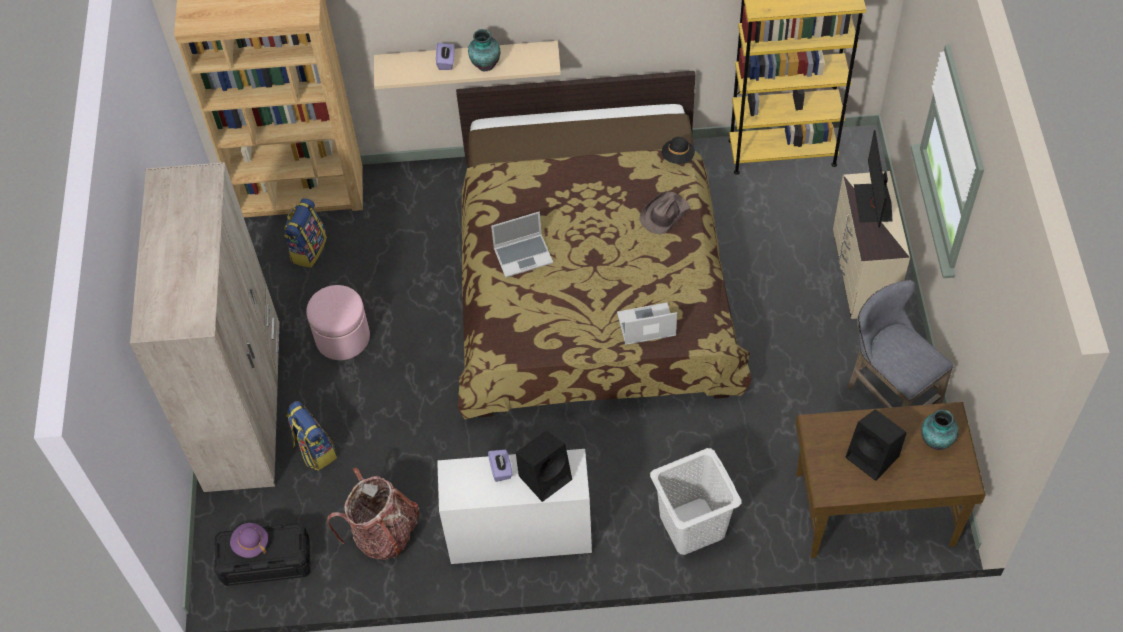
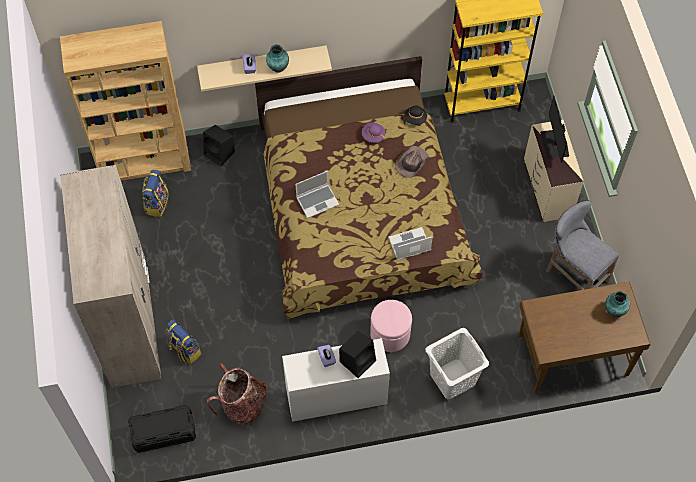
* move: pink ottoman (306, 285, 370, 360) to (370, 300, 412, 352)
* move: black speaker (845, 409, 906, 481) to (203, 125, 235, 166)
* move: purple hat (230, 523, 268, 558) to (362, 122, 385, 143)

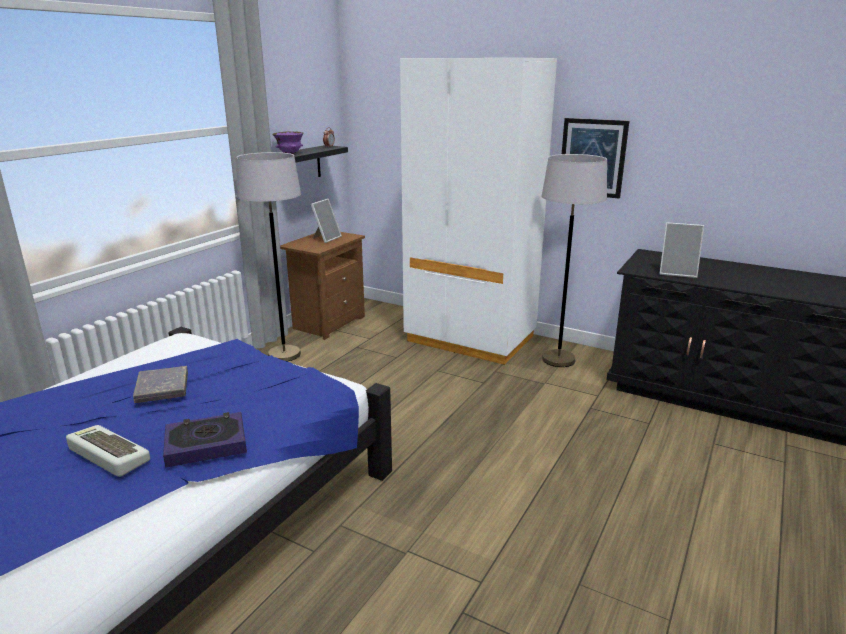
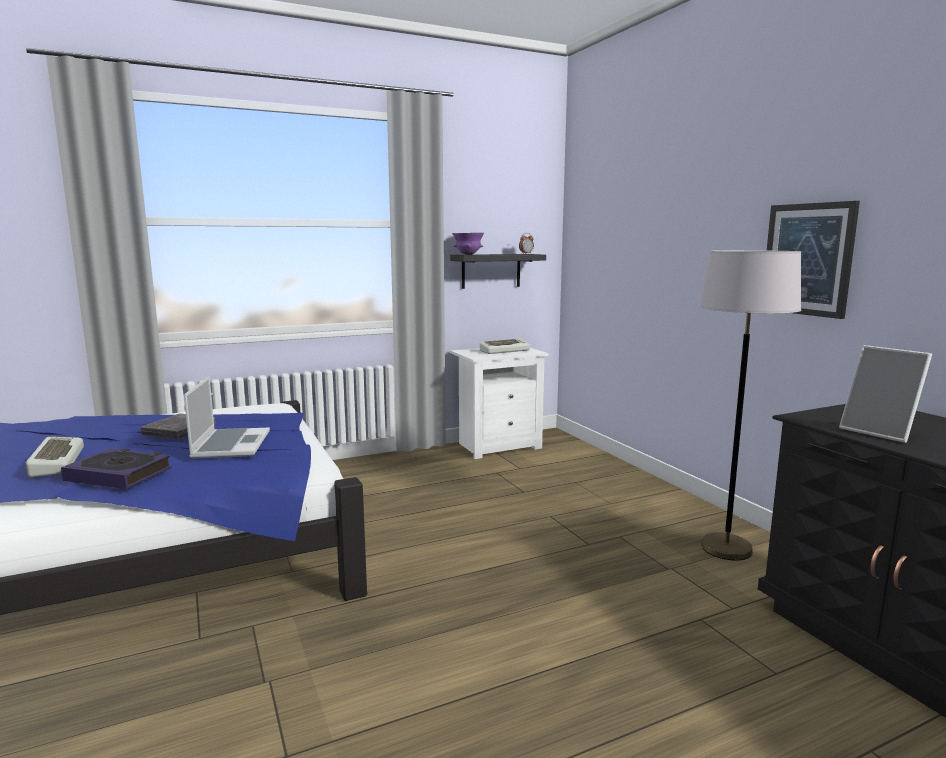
* delete: white wardrobe (400, 58, 557, 365)
* delete: grey floor lamp (236, 152, 301, 361)
* replace: picture frame (311, 199, 342, 243) to keyboard (480, 339, 530, 354)
* recolor: brown nightstand (280, 232, 365, 340) to white nightstand (450, 348, 549, 459)
* insert: laptop (184, 376, 270, 459)

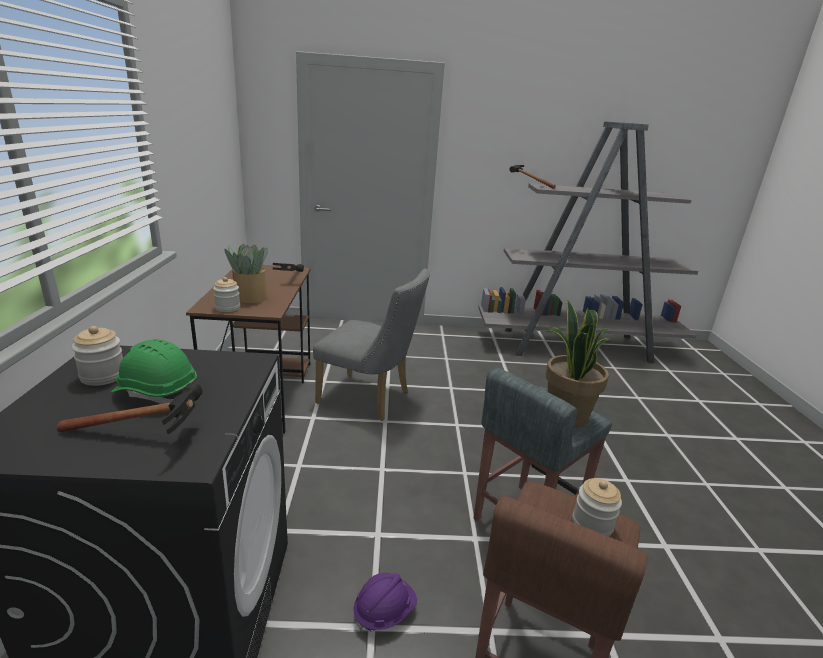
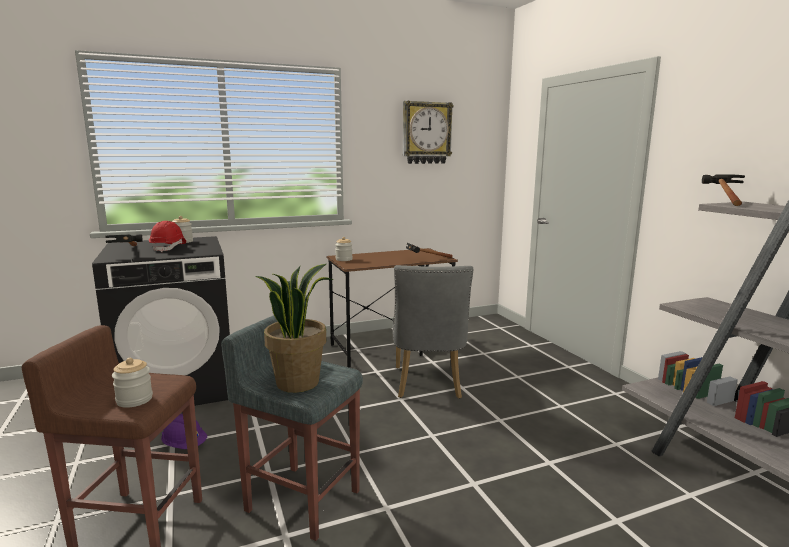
* delete: potted plant (225, 244, 268, 303)
* recolor: green hard hat (111, 340, 197, 404) to red hard hat (149, 221, 186, 252)
* insert: wall clock (403, 101, 454, 164)

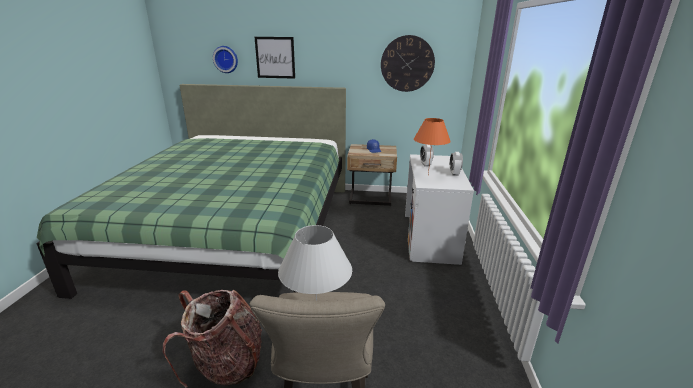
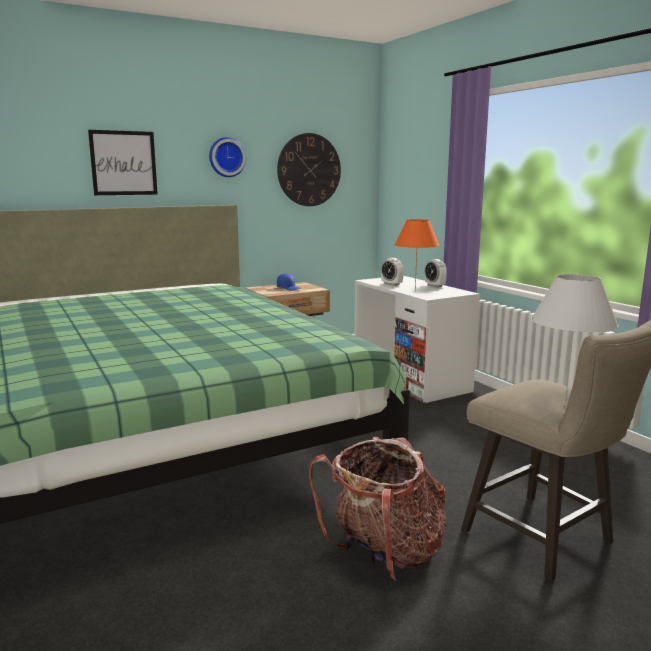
* move: wall clock (213, 46, 238, 73) to (209, 137, 246, 177)

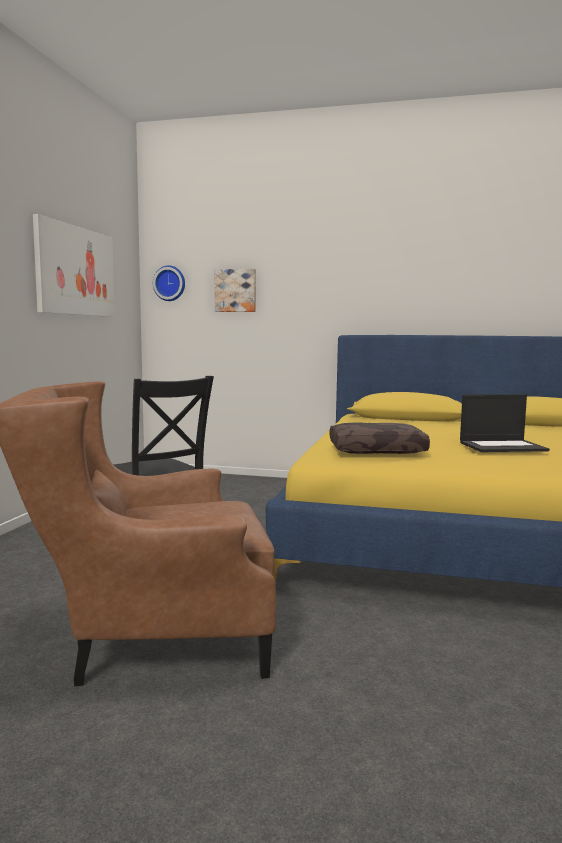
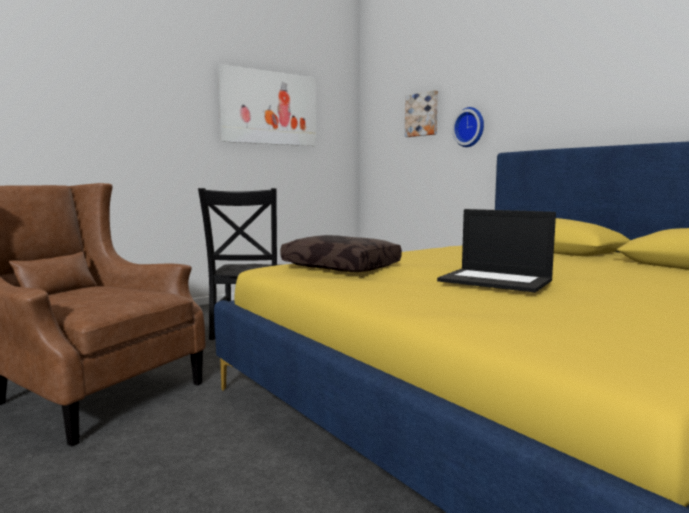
* move: wall clock (153, 266, 185, 301) to (452, 107, 484, 147)

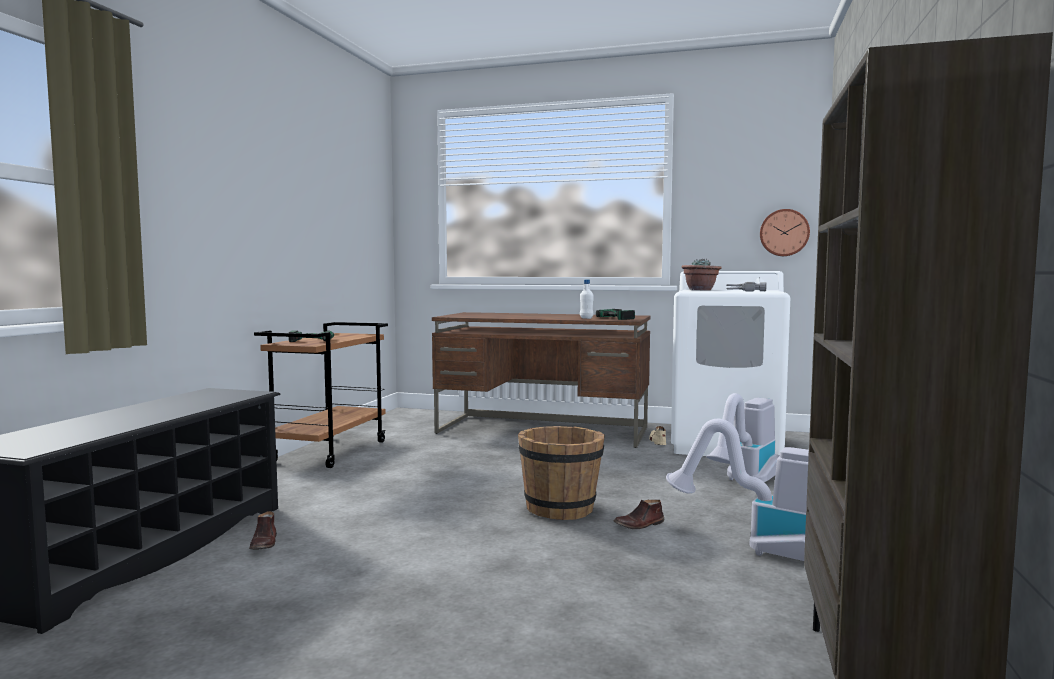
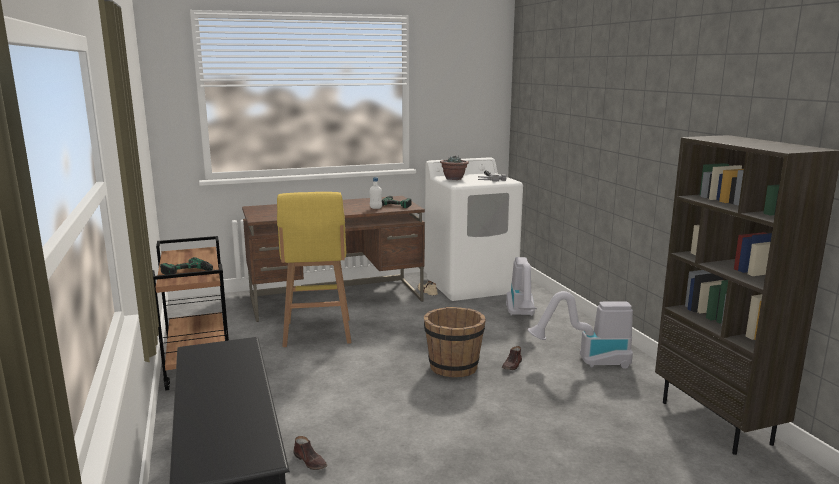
* delete: wall clock (760, 209, 810, 256)
* insert: yellow stool (277, 192, 351, 347)

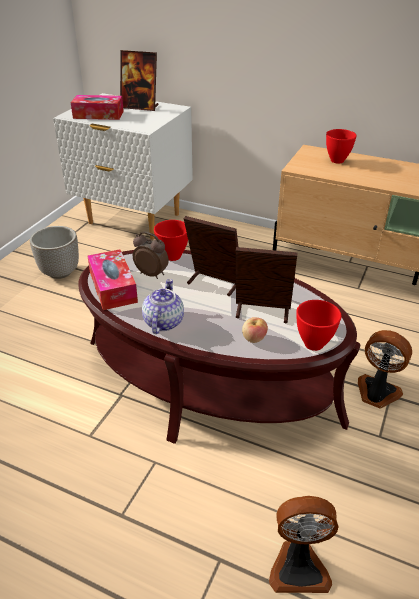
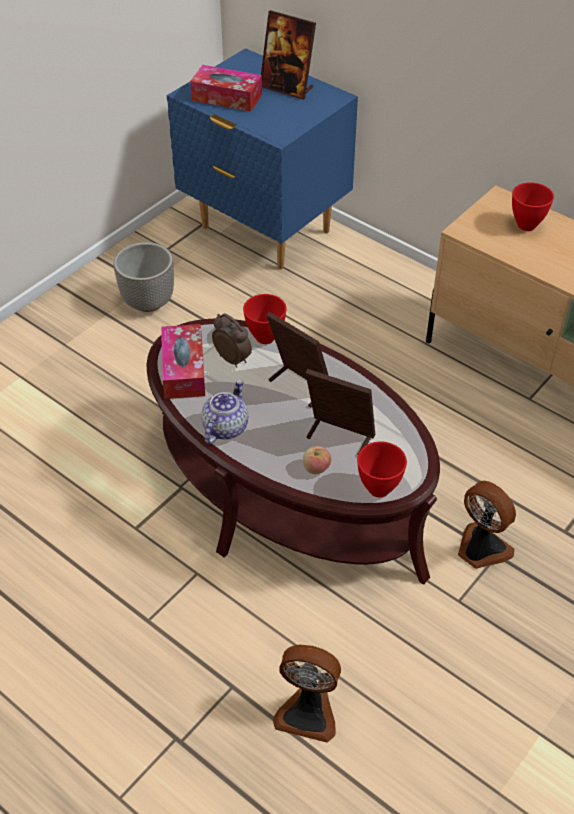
* recolor: white nightstand (53, 93, 193, 239) to blue nightstand (167, 48, 358, 269)

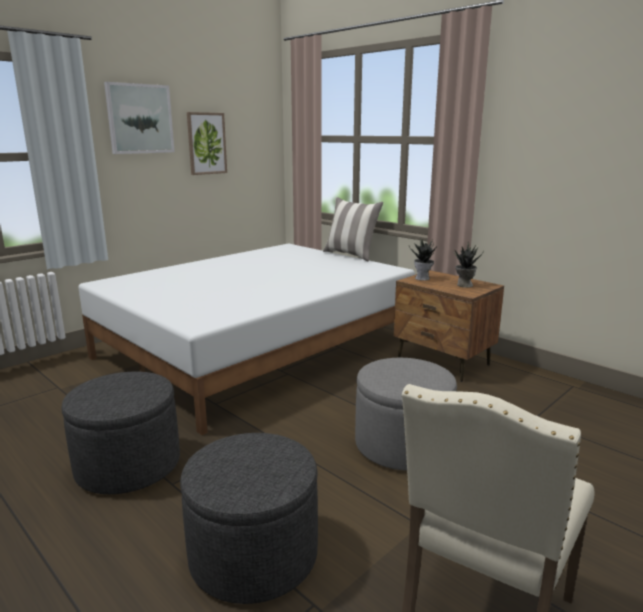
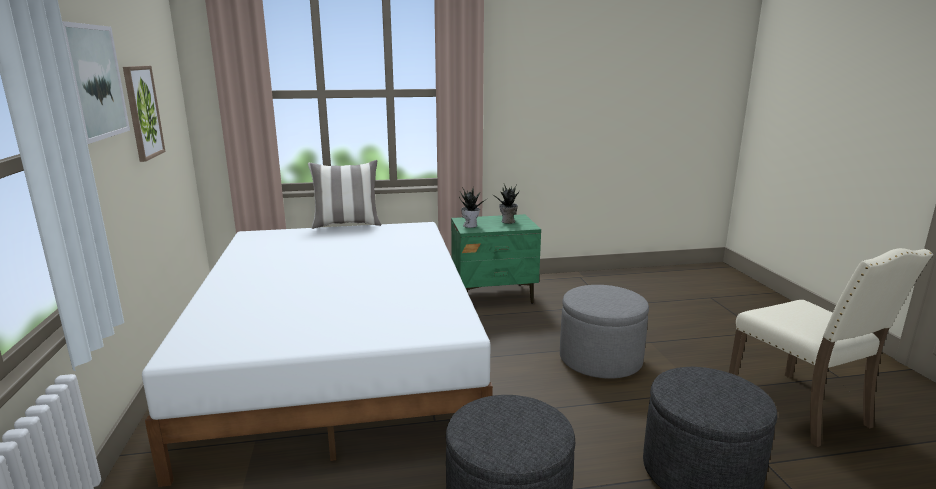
* recolor: brown nightstand (394, 270, 504, 382) to green nightstand (451, 214, 541, 304)

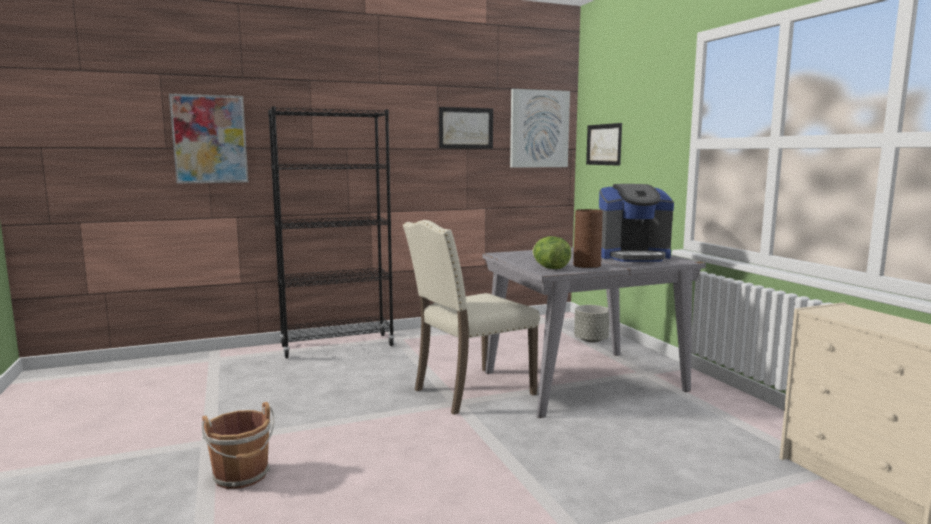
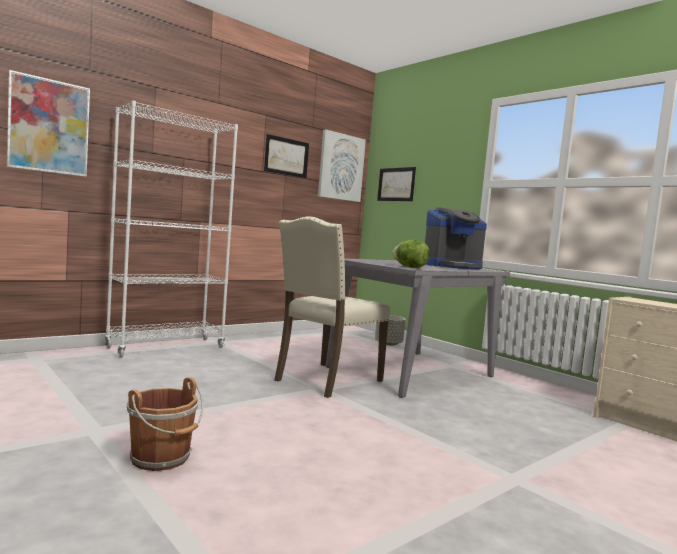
* recolor: black bookcase (268, 106, 395, 358) to white bookcase (105, 100, 238, 358)
* delete: brown vase (573, 209, 603, 268)

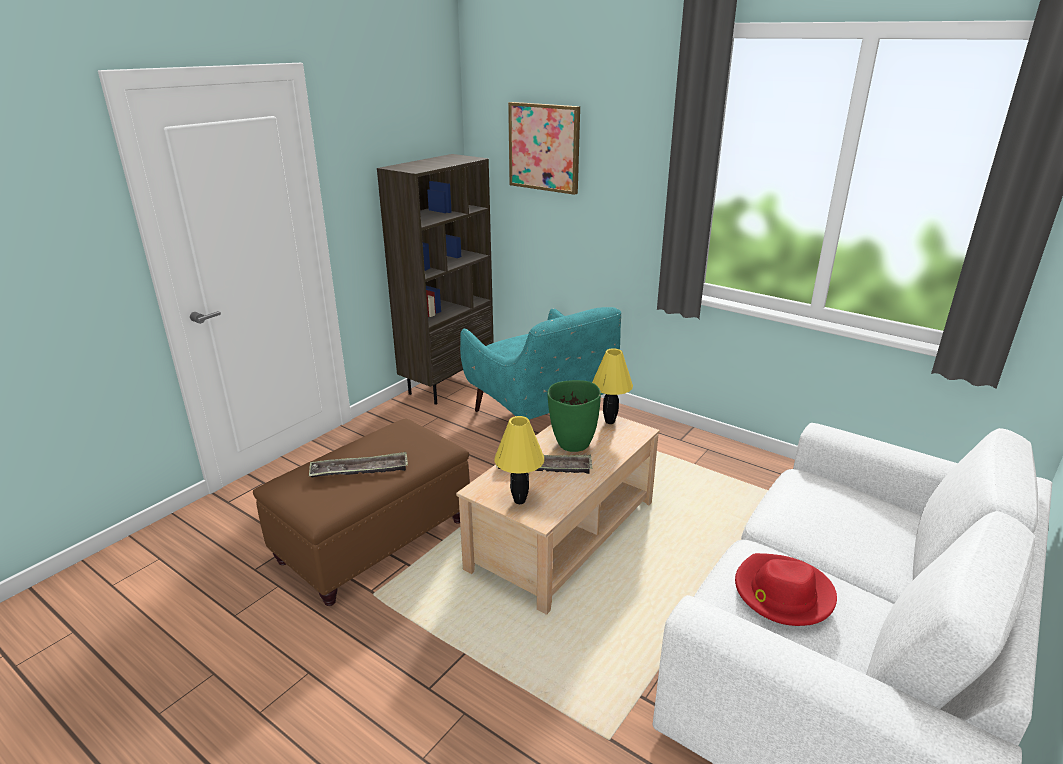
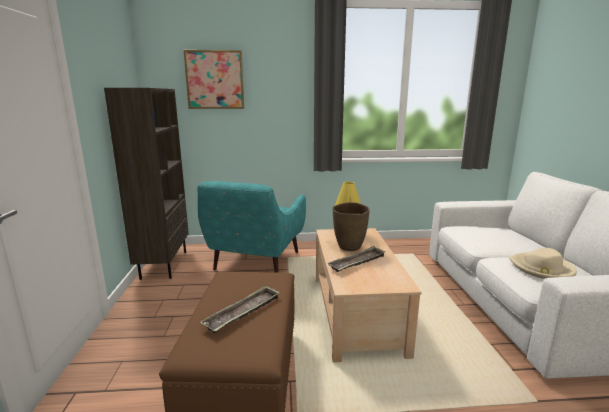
* rotate: turquoise armchair (460, 307, 621, 420) = (198, 181, 306, 273) 90 degrees clockwise
* recolor: green vase (547, 380, 601, 452) to brown vase (333, 202, 370, 251)
* delete: yellow table lamp (494, 416, 544, 504)
* recolor: red hat (735, 553, 837, 626) to beige hat (509, 248, 577, 279)

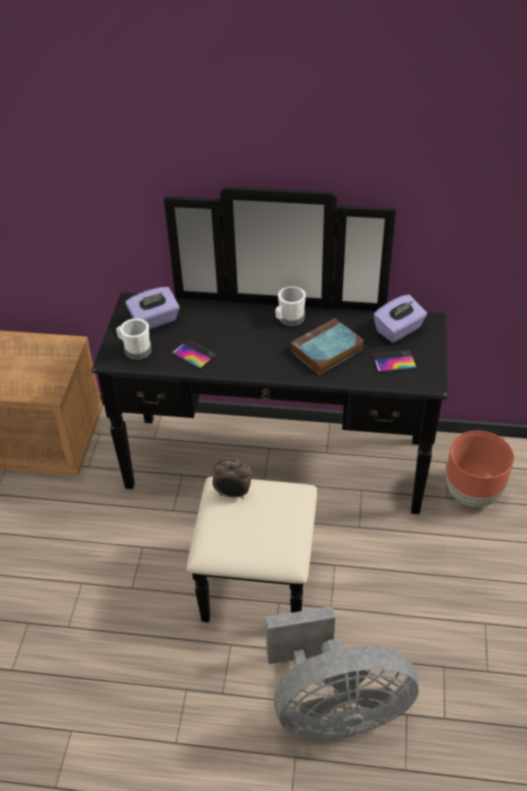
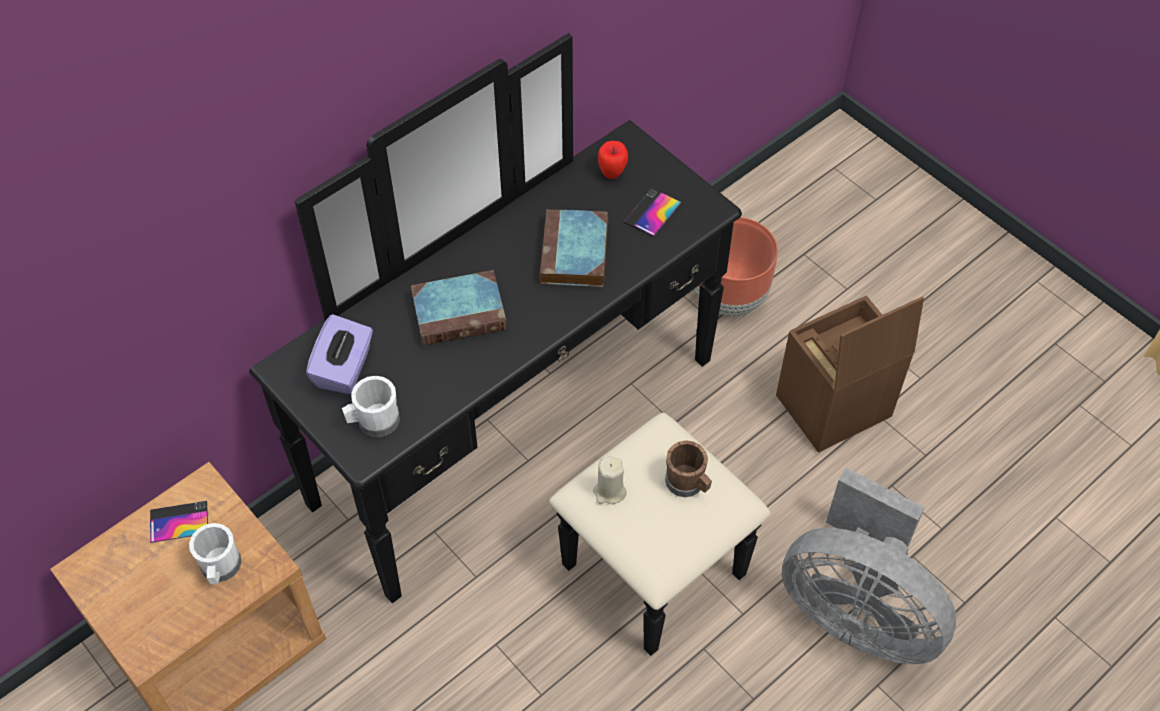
* move: white mug (275, 286, 306, 326) to (189, 523, 242, 584)
* replace: purple tissue box (373, 295, 427, 343) to apple (598, 141, 628, 179)
* move: phone (171, 339, 217, 369) to (150, 501, 208, 543)
* replace: alarm clock (212, 458, 251, 499) to beige candle (593, 457, 627, 504)
* rotate: grey fan (265, 606, 419, 739) = (781, 468, 956, 664) 90 degrees clockwise
* insert: book (411, 270, 507, 346)
* insert: brown storage box (776, 296, 924, 453)
* insert: brown mug (665, 440, 712, 497)

